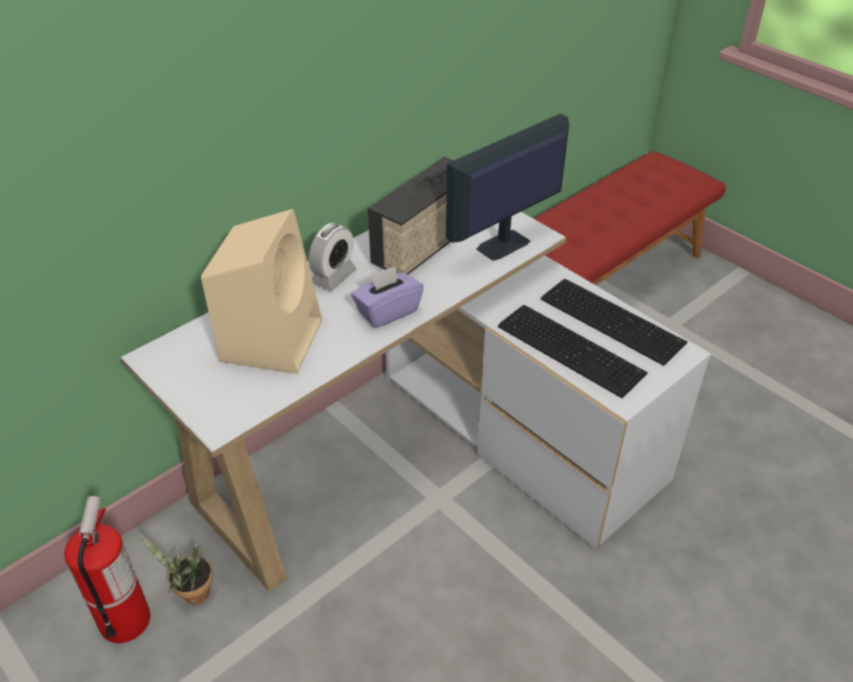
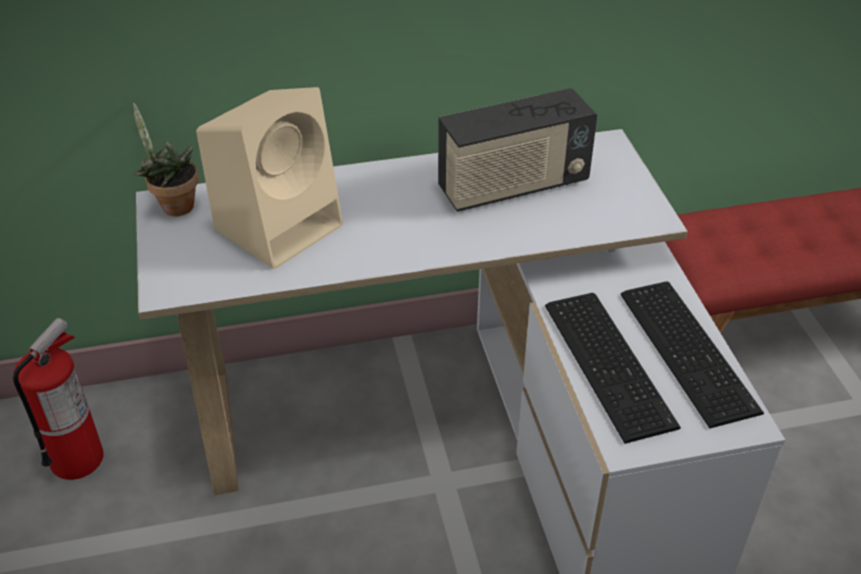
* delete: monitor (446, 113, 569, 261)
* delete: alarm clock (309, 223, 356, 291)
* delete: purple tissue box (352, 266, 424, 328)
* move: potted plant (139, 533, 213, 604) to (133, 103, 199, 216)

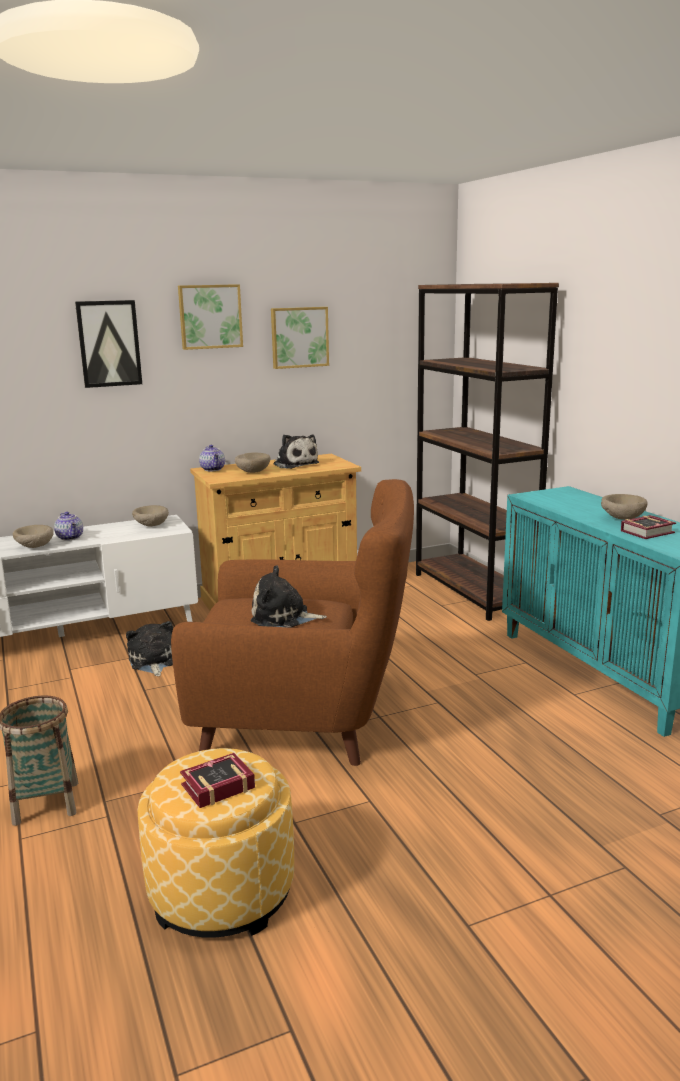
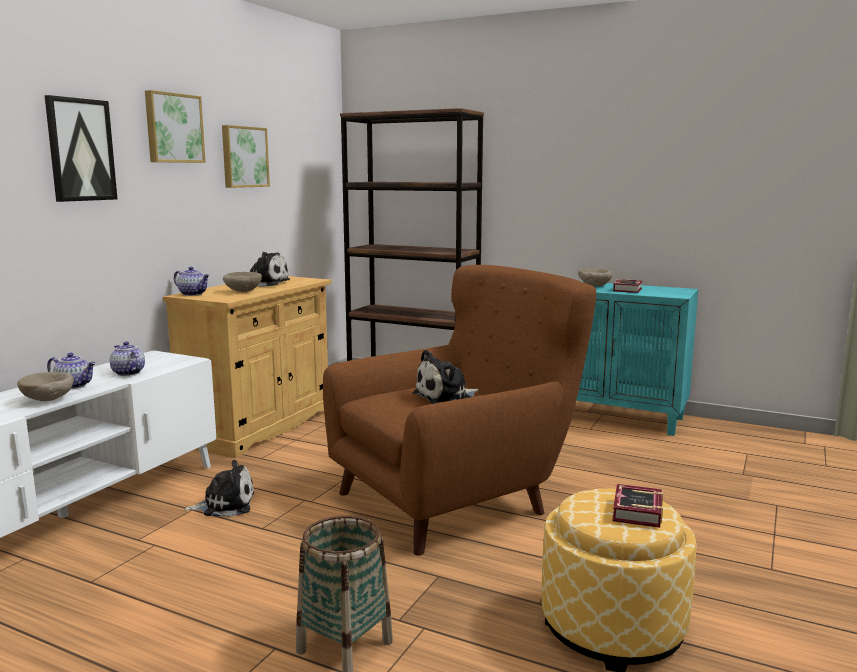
* delete: beige bowl (132, 505, 169, 526)
* rotate: plush toy (126, 621, 173, 676) = (183, 460, 254, 517) 135 degrees clockwise
* insert: teapot (110, 342, 145, 376)

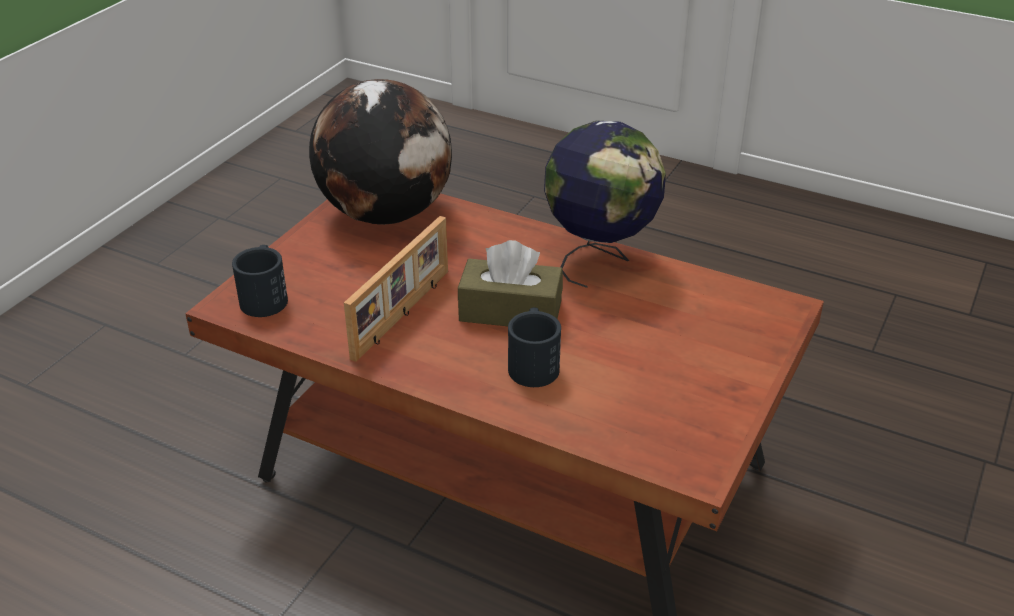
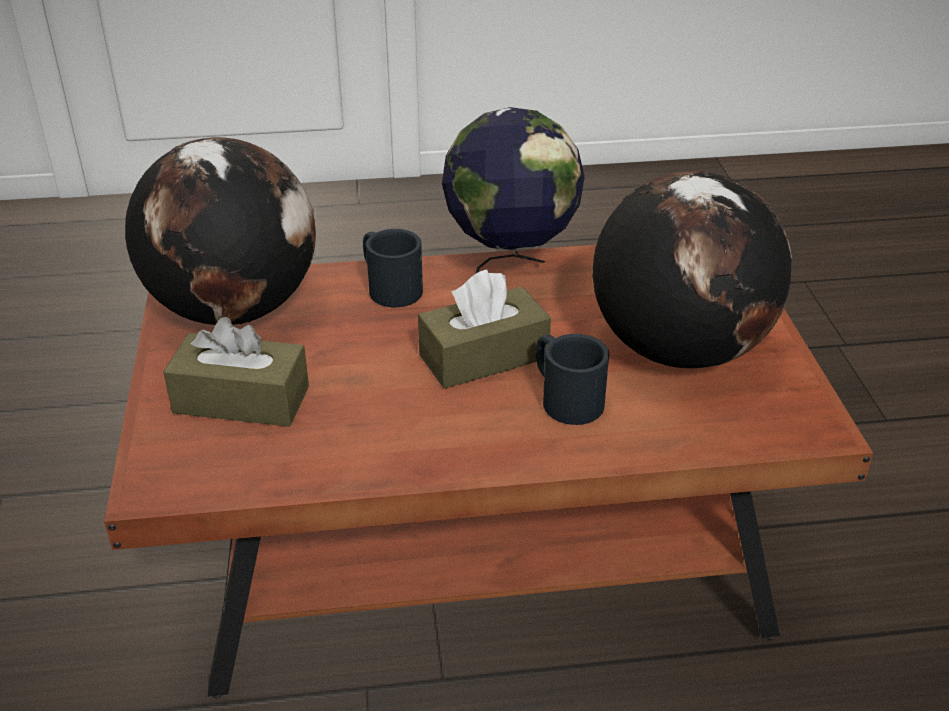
* delete: picture frame (344, 216, 448, 362)
* move: black mug (232, 245, 288, 317) to (363, 229, 423, 307)
* insert: globe (593, 171, 792, 368)
* insert: brown tissue box (163, 317, 309, 427)

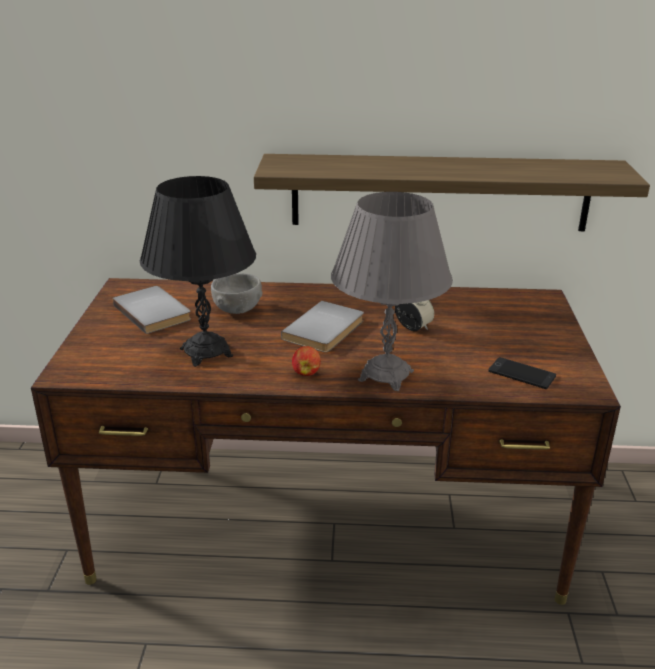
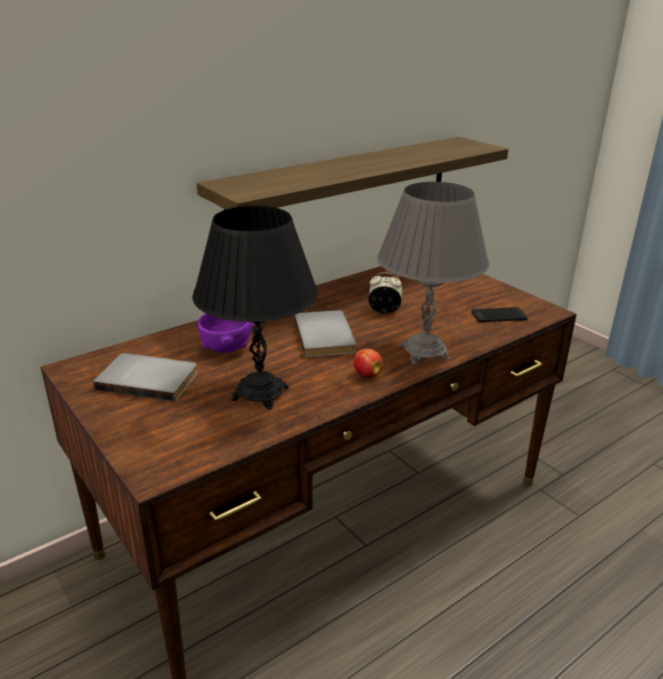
* recolor: grey bowl (211, 273, 263, 314) to purple bowl (198, 313, 254, 353)

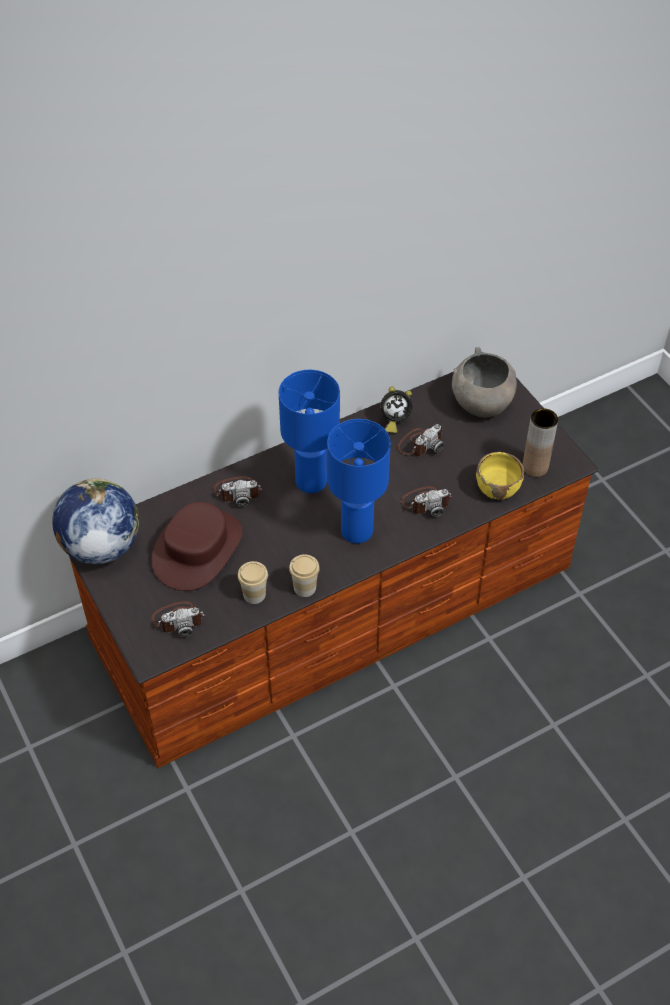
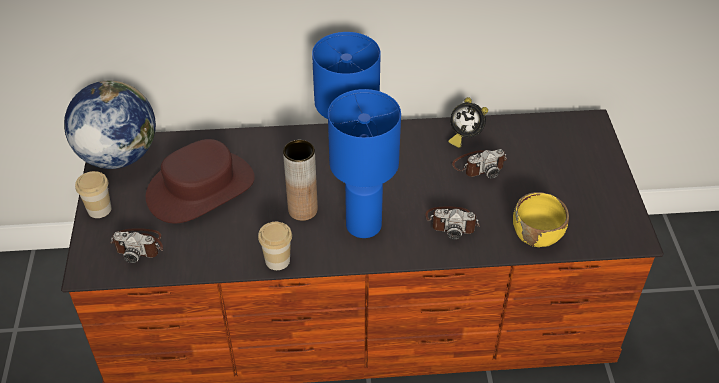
* delete: grey bowl (452, 347, 517, 417)
* move: brown vase (522, 408, 558, 477) to (283, 140, 318, 221)
* delete: photo camera (213, 476, 263, 507)
* move: cup (238, 561, 268, 604) to (75, 171, 112, 218)

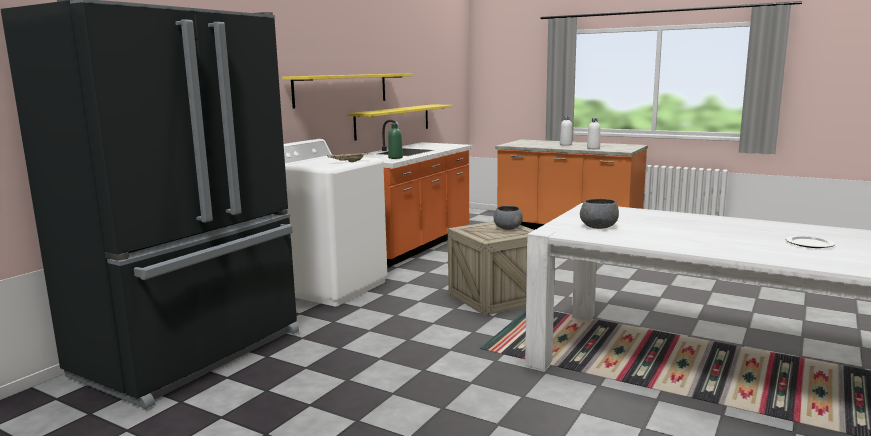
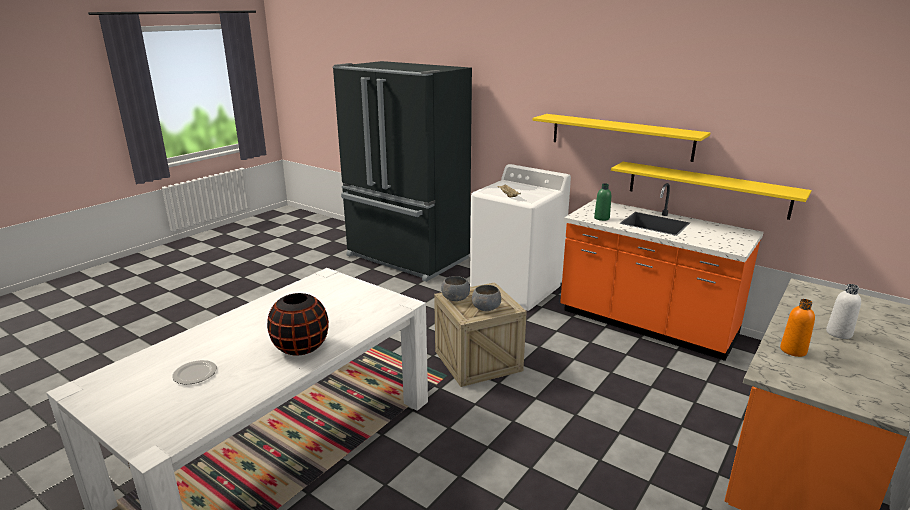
* recolor: white bottle (587, 118, 600, 149) to orange bottle (780, 299, 815, 357)
* move: grey bowl (580, 199, 619, 229) to (441, 276, 470, 301)
* insert: black vase (267, 293, 329, 355)

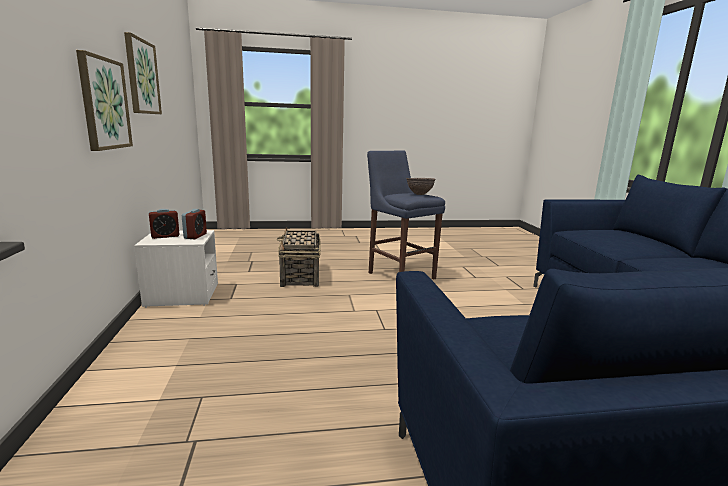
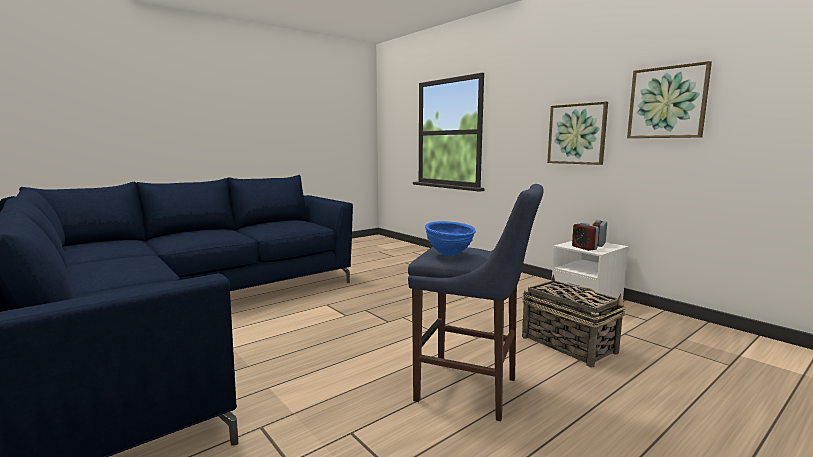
* recolor: brown bowl (406, 178, 436, 195) to blue bowl (425, 221, 476, 256)

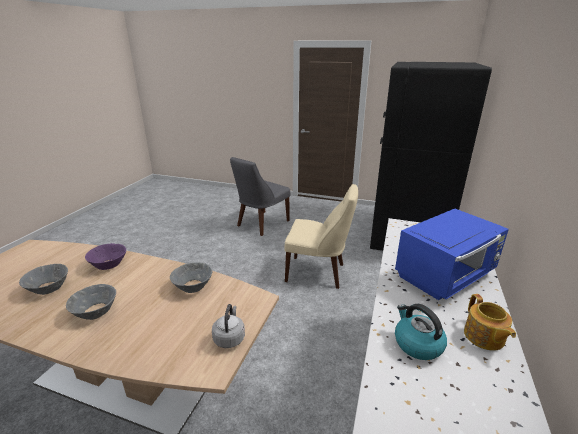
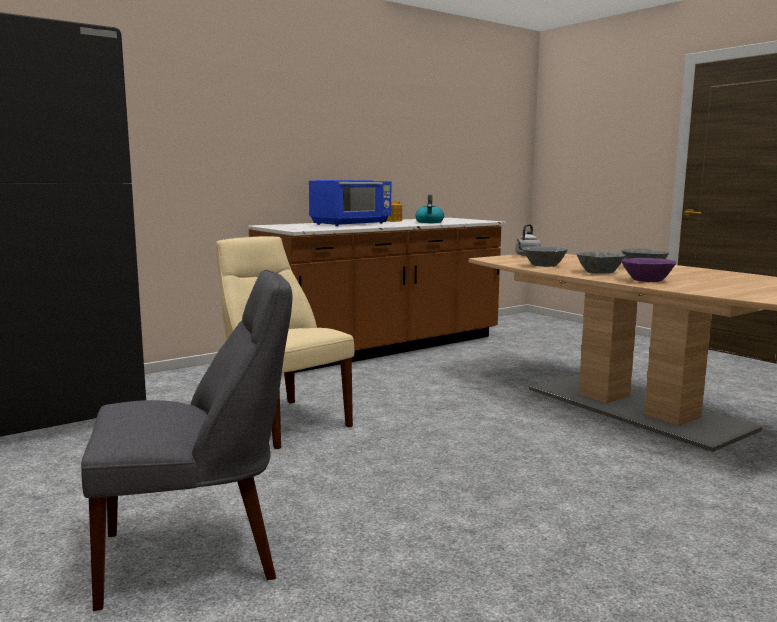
* rotate: blue microwave (395, 209, 509, 300) = (309, 180, 391, 226) 135 degrees clockwise
* move: grey bowl (19, 264, 68, 295) to (577, 252, 626, 274)

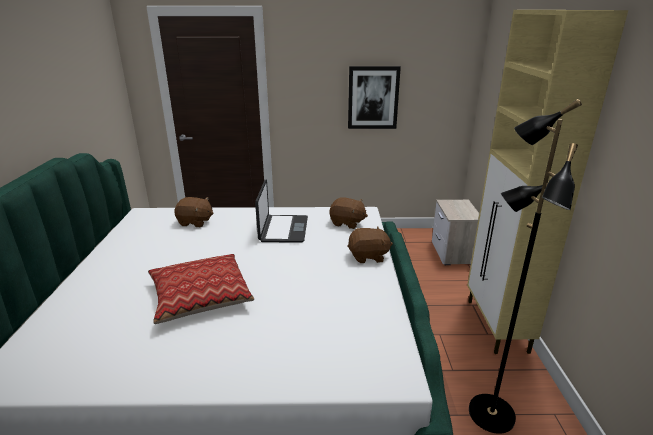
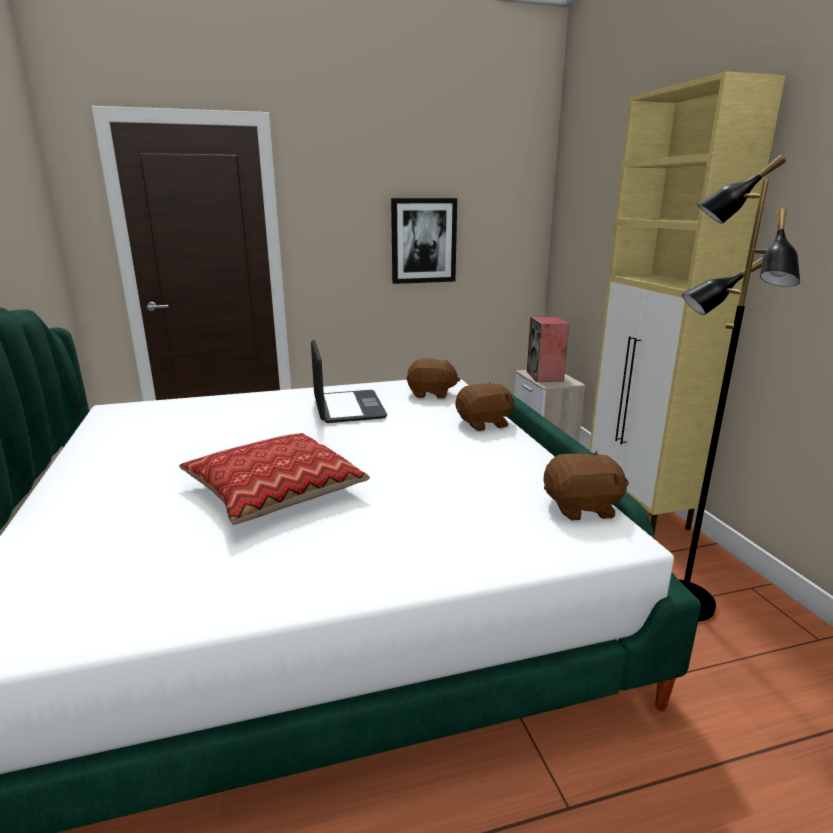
* move: brown plush toy (174, 197, 214, 227) to (544, 450, 629, 521)
* insert: speaker (527, 316, 569, 382)

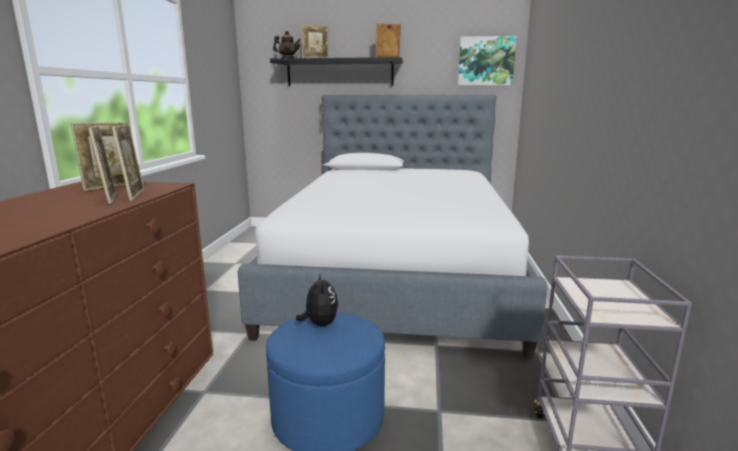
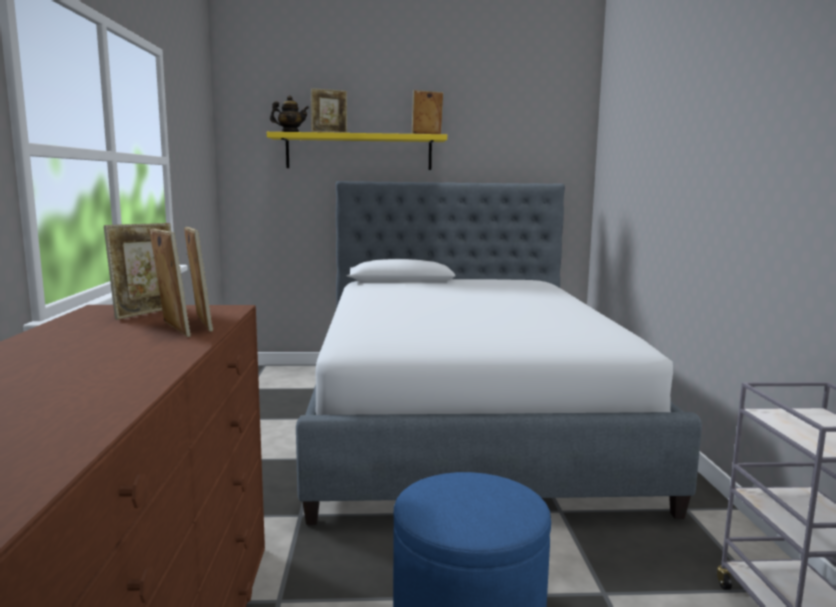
* delete: picture (458, 36, 517, 85)
* recolor: black shelf (270, 57, 403, 86) to yellow shelf (267, 132, 447, 170)
* delete: plush toy (296, 273, 339, 326)

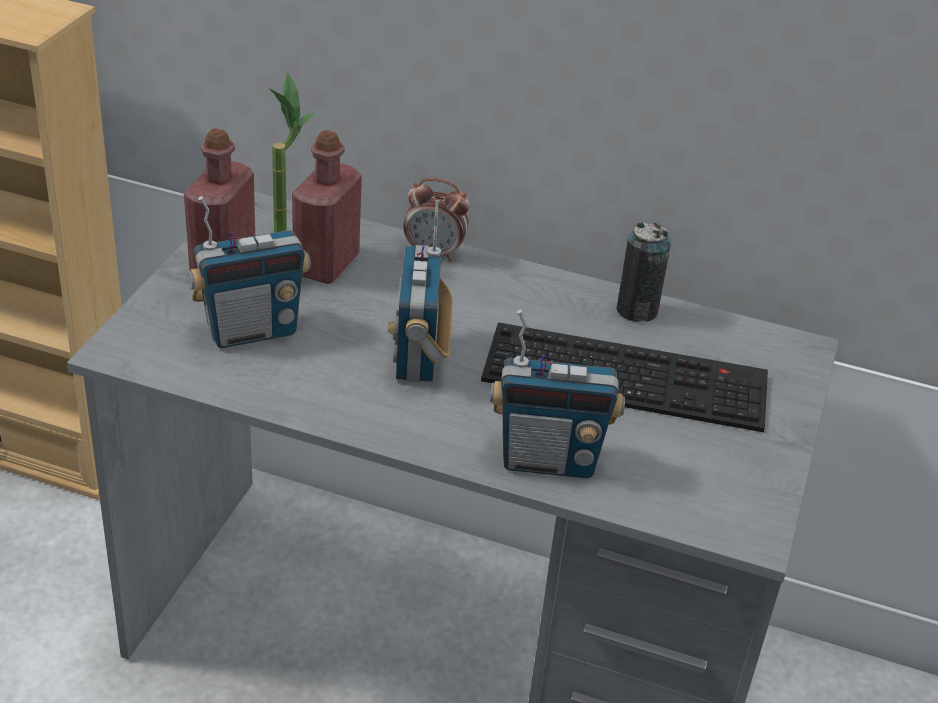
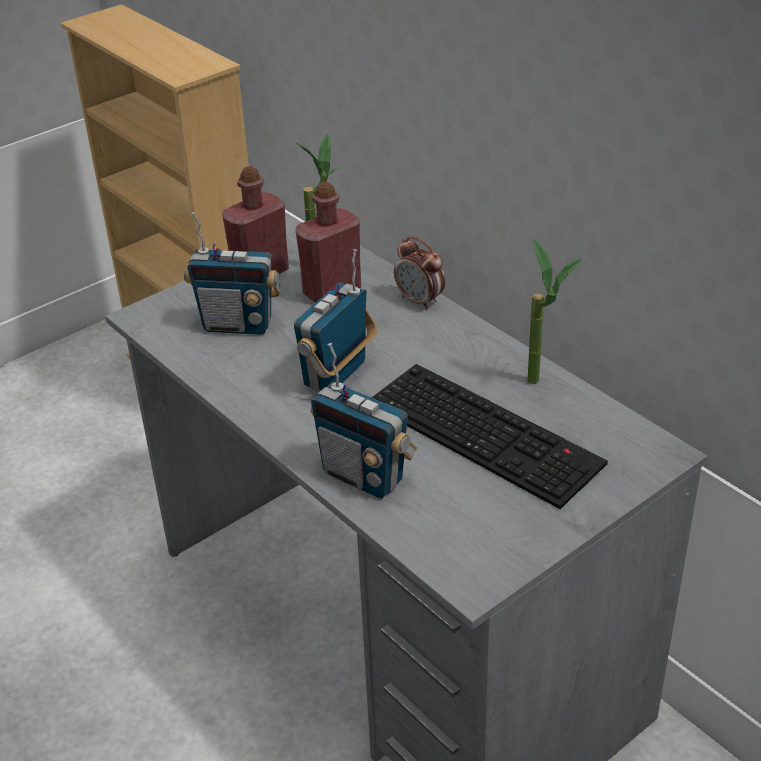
* replace: can (617, 222, 671, 322) to potted plant (527, 239, 582, 384)

